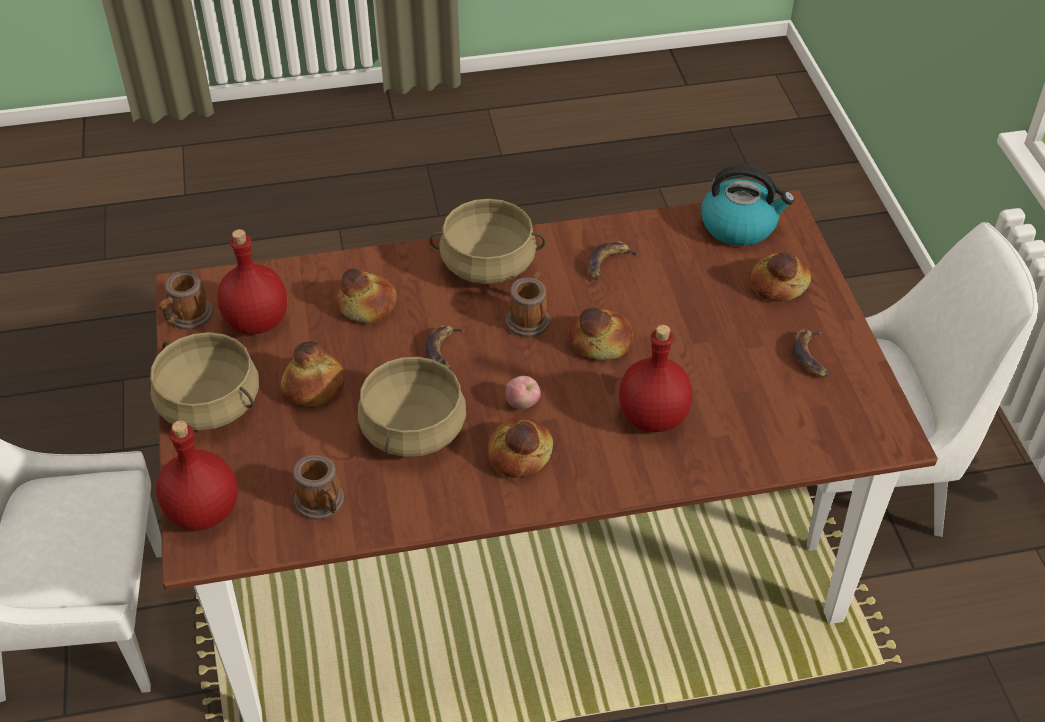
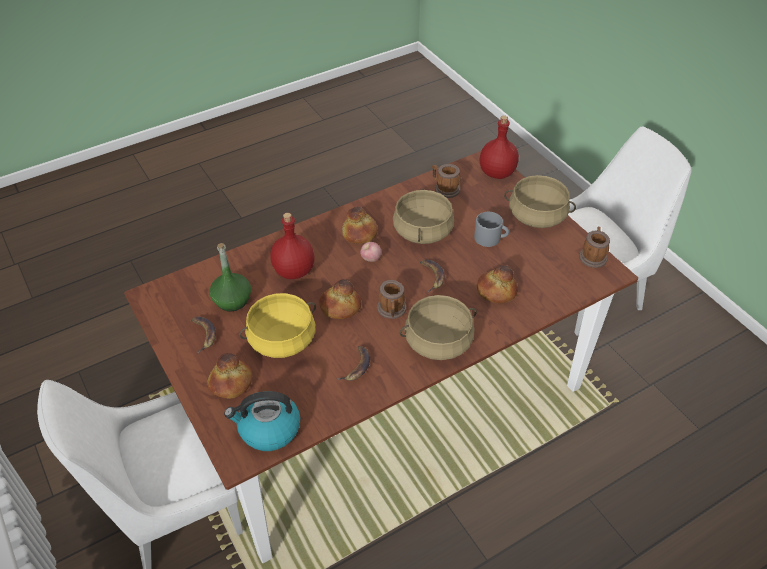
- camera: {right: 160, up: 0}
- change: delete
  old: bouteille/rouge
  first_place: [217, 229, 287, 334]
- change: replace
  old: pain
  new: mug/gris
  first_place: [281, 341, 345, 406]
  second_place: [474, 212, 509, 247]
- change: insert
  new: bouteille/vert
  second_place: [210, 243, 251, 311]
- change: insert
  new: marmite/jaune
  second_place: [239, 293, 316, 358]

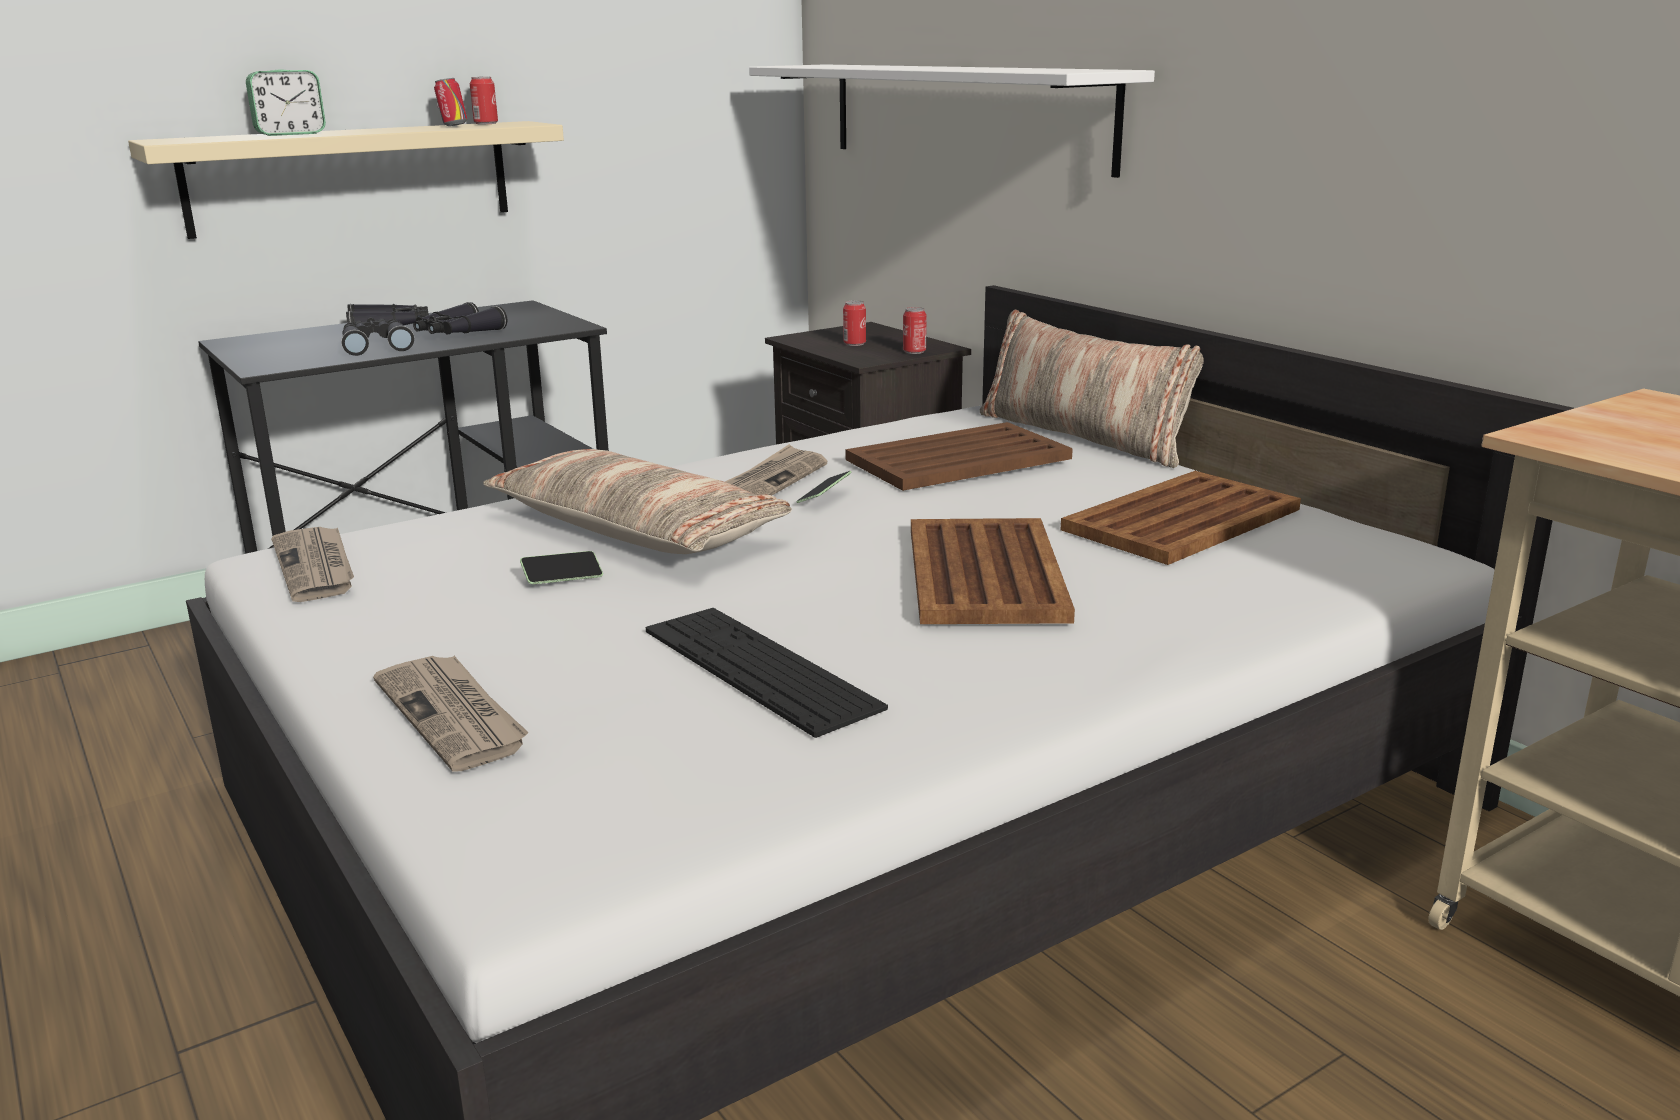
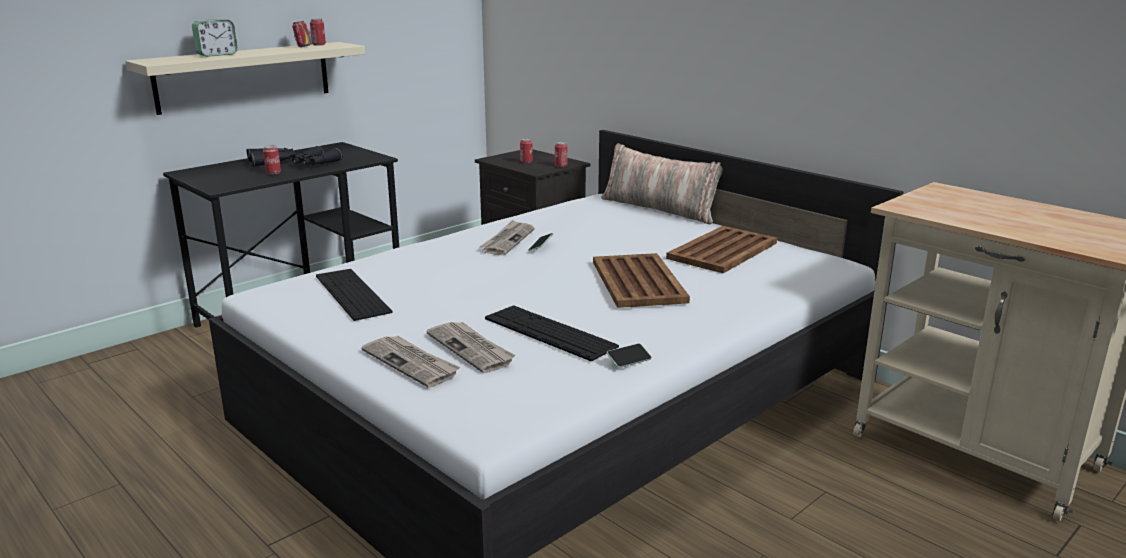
- camera: {right: -10, up: 0}
- change: move
  old: journal
  first_place: [271, 527, 354, 602]
  second_place: [426, 322, 516, 373]
- change: replace
  old: jumelles/noir
  new: boîte métallique
  first_place: [341, 317, 414, 356]
  second_place: [263, 145, 281, 175]
- change: delete
  old: coussin
  first_place: [483, 449, 792, 554]
- change: move
  old: téléphone
  first_place: [520, 551, 603, 584]
  second_place: [606, 343, 652, 368]
- change: delete
  old: étagère/blanc
  first_place: [749, 64, 1155, 178]
- change: delete
  old: plateau/marron
  first_place: [846, 422, 1073, 491]
- change: insert
  new: clavier
  second_place: [316, 269, 393, 321]

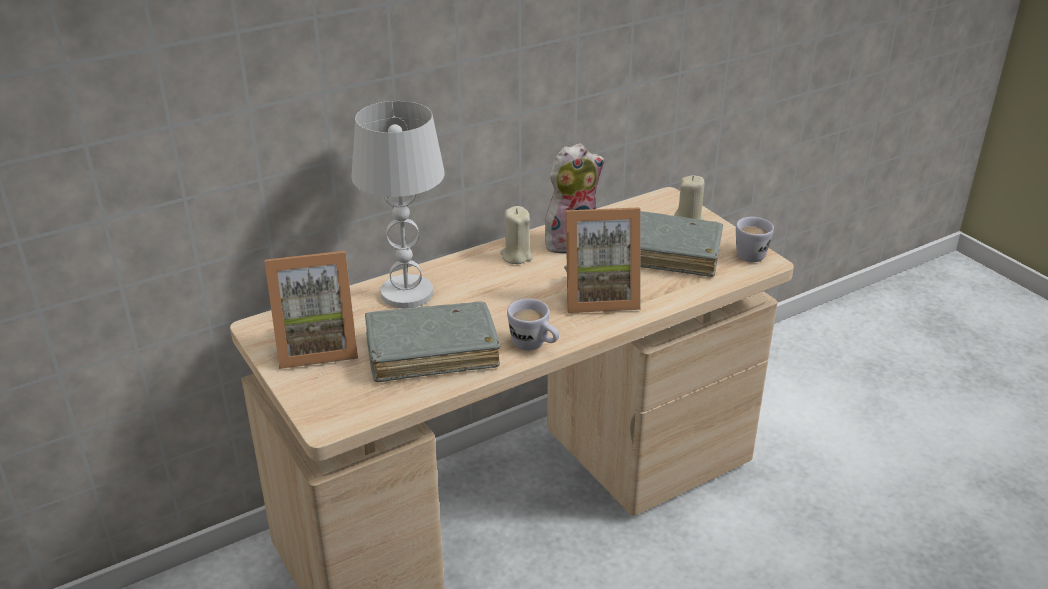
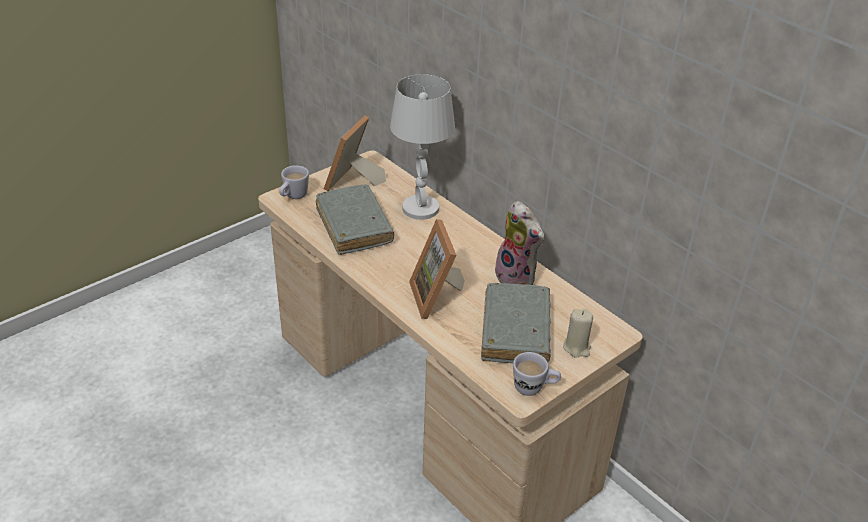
- camera: {right: 80, up: 5}
- change: rotate
  old: cadre photo
  first_place: [265, 251, 358, 369]
  second_place: [324, 115, 386, 191]
  degrees: 45
- change: delete
  old: bougie/beige
  first_place: [500, 206, 533, 264]
- change: move
  old: mug/blanc
  first_place: [507, 299, 559, 350]
  second_place: [279, 165, 309, 199]

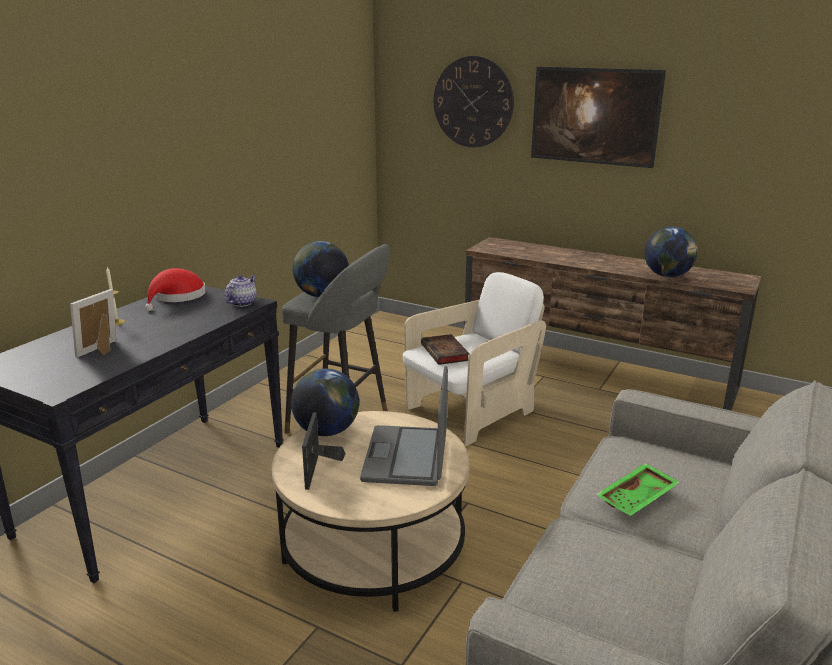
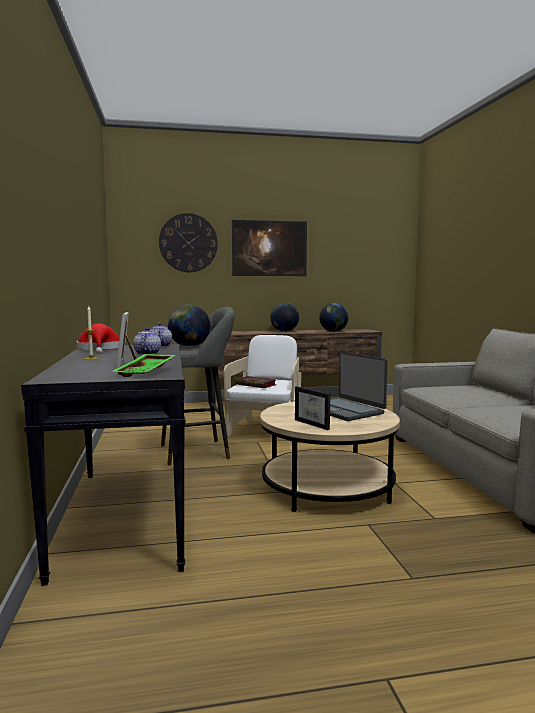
- camera: {right: -40, up: -15}
- change: move
  old: globe
  first_place: [291, 369, 359, 436]
  second_place: [270, 303, 299, 332]
- change: move
  old: plateau/vert
  first_place: [596, 463, 680, 516]
  second_place: [112, 354, 175, 377]
- change: insert
  new: théière
  second_place: [133, 327, 161, 355]

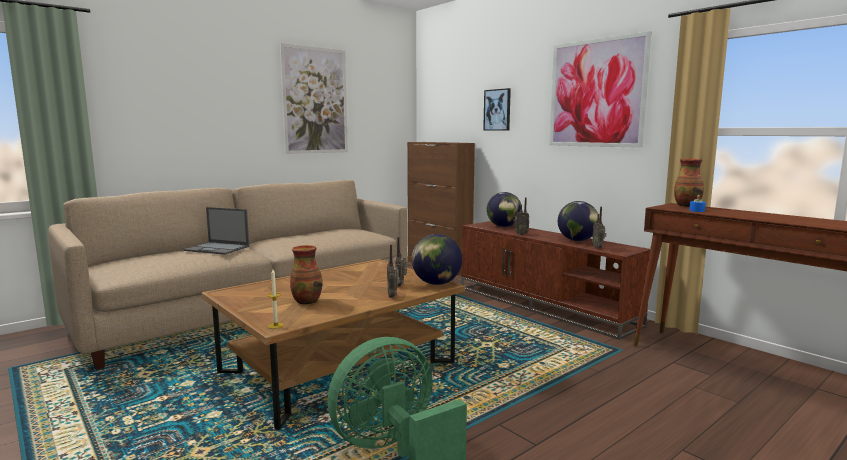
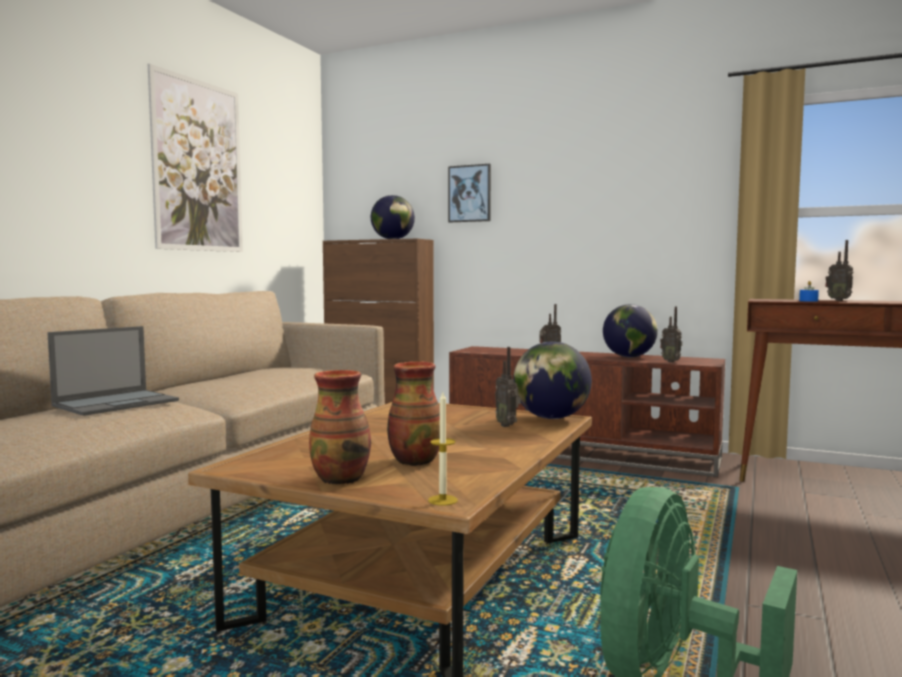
- camera: {right: -25, up: -5}
- change: rotate
  old: ordinateur portable
  first_place: [183, 207, 249, 255]
  second_place: [47, 326, 179, 416]
  degrees: -45
- change: move
  old: radio
  first_place: [387, 245, 400, 298]
  second_place: [825, 240, 853, 301]
- change: move
  old: globe
  first_place: [487, 192, 521, 227]
  second_place: [371, 195, 415, 239]
- change: delete
  old: tableau
  first_place: [550, 31, 651, 148]
- change: move
  old: vase
  first_place: [674, 159, 704, 207]
  second_place: [309, 370, 371, 485]

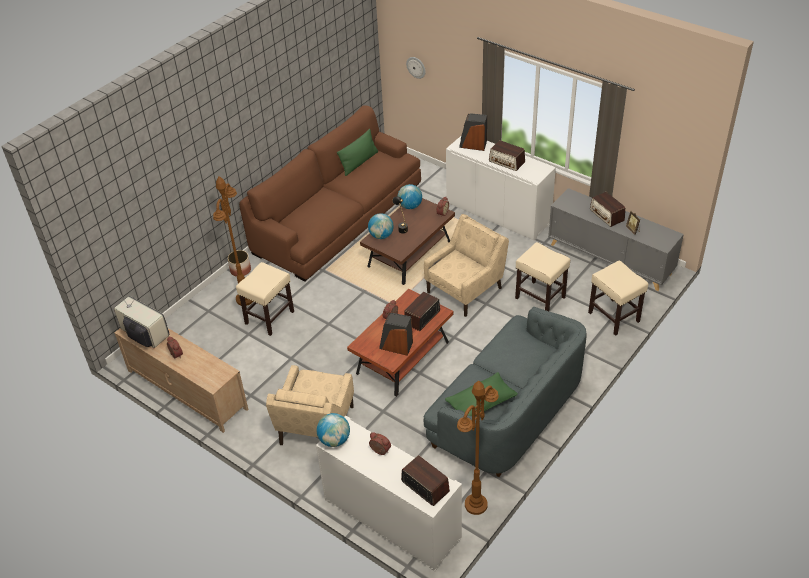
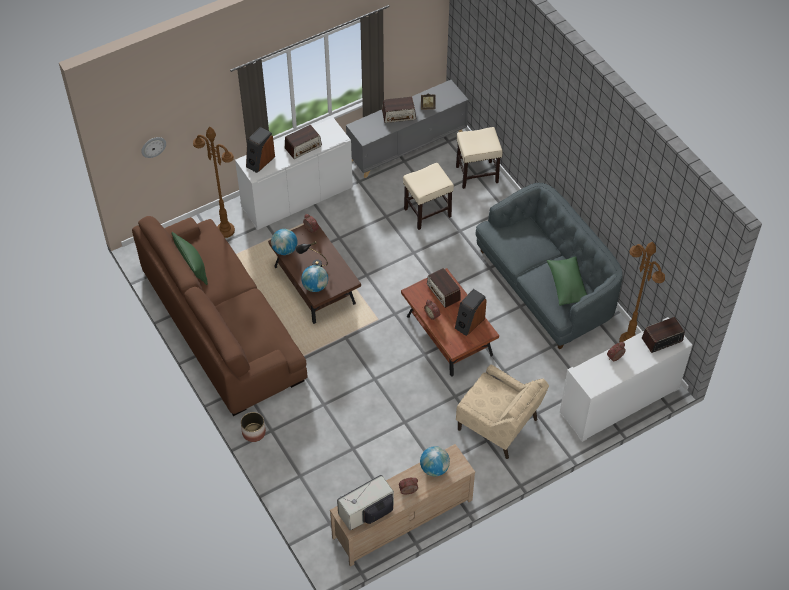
- camera: {right: -70, up: 10}
- change: move
  old: lampadaire/marron
  first_place: [213, 176, 253, 306]
  second_place: [193, 127, 235, 238]
- change: delete
  old: tabouret/beige
  first_place: [236, 262, 294, 336]
- change: move
  old: globe
  first_place: [316, 413, 350, 447]
  second_place: [420, 446, 450, 476]
- change: delete
  old: fauteuil/beige
  first_place: [424, 214, 509, 317]

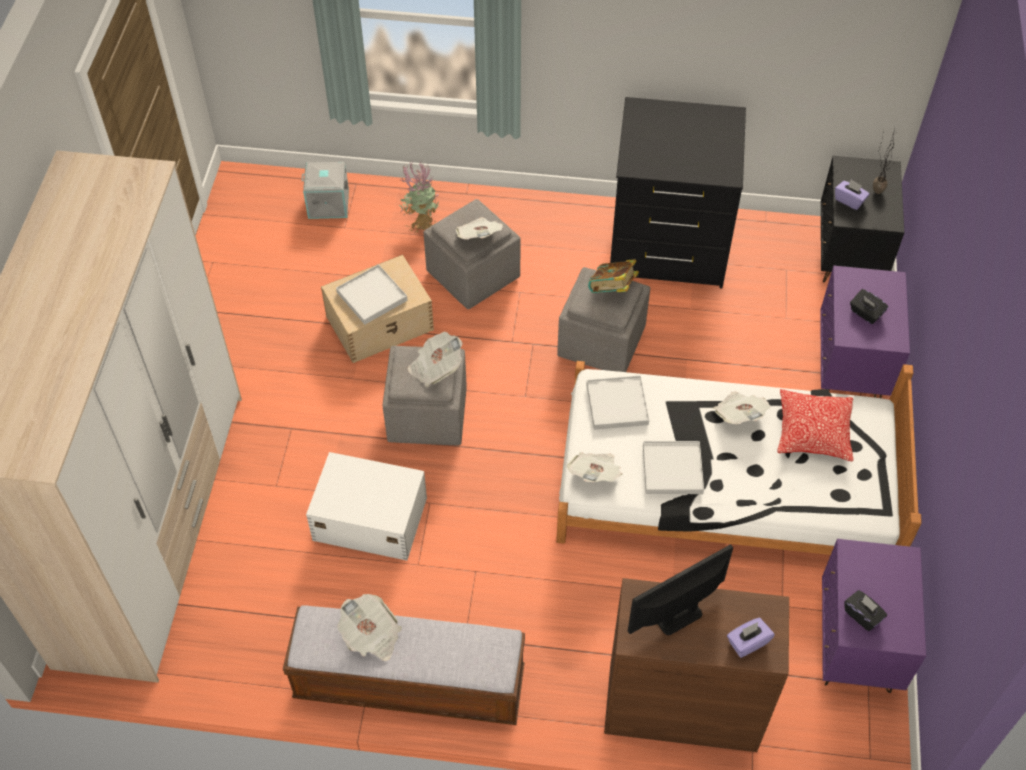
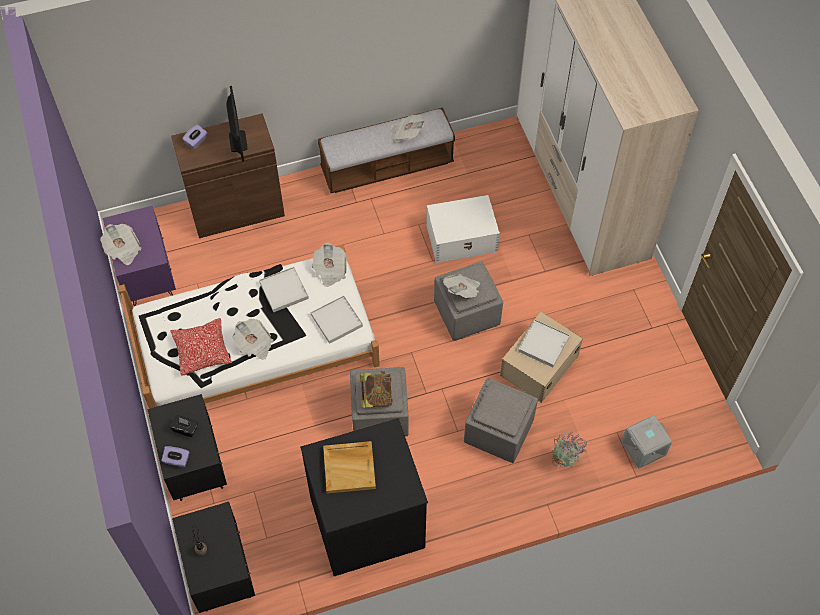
- camera: {right: 155, up: 5}
- change: move
  old: journal
  first_place: [456, 217, 503, 239]
  second_place: [100, 224, 142, 265]
- change: rotate
  old: écran d'ordinateur
  first_place: [628, 544, 733, 635]
  second_place: [226, 86, 248, 162]
  degrees: -45
- change: recolor
  old: table de chevet/violet
  new: table de chevet/noir
  first_place: [820, 265, 910, 398]
  second_place: [147, 394, 227, 501]
- change: move
  old: boîte à mouchoirs/violet
  first_place: [835, 180, 870, 210]
  second_place: [161, 446, 189, 467]
- change: delete
  old: boîte à mouchoirs/noir
  first_place: [845, 590, 887, 631]
- change: insert
  new: plateau/beige
  second_place: [323, 441, 376, 494]

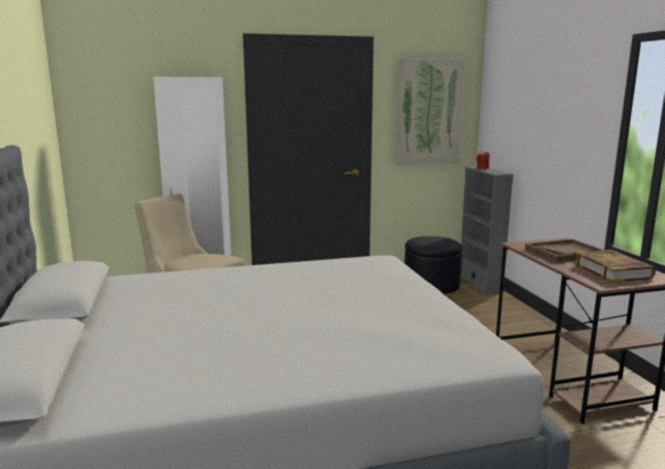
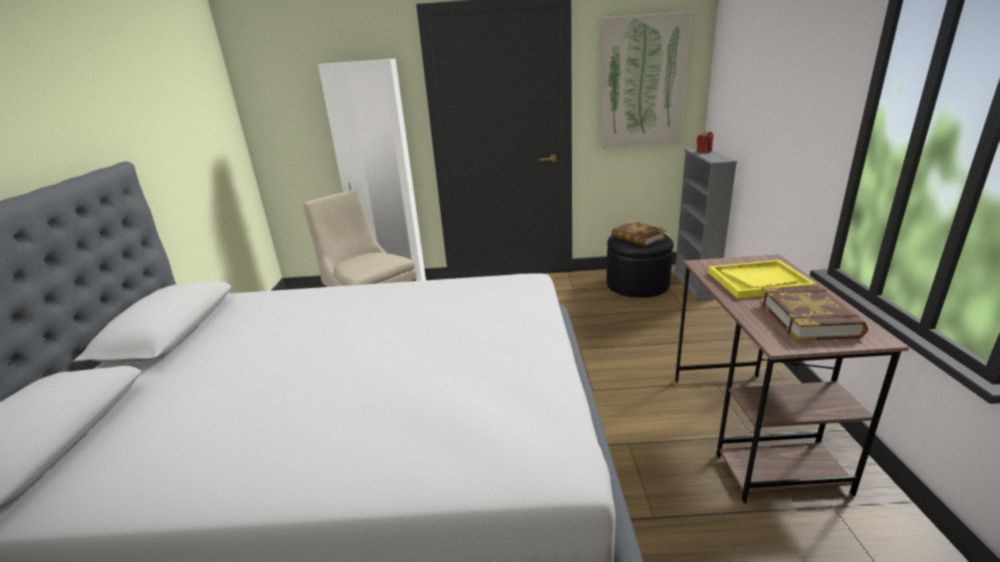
- camera: {right: 15, up: 10}
- change: recolor
  old: plateau/marron
  new: plateau/jaune
  first_place: [525, 239, 603, 262]
  second_place: [708, 260, 816, 299]
- change: insert
  new: livre
  second_place: [612, 221, 666, 247]

